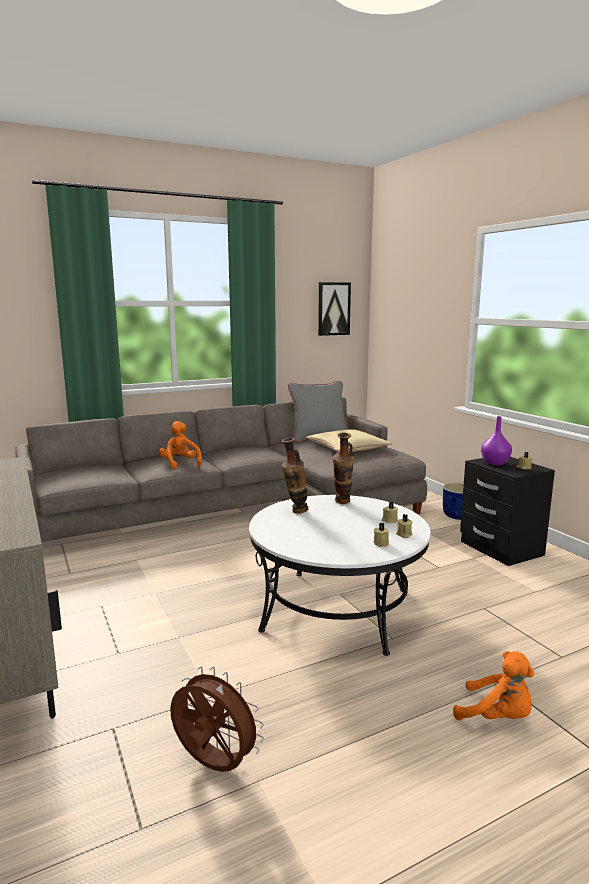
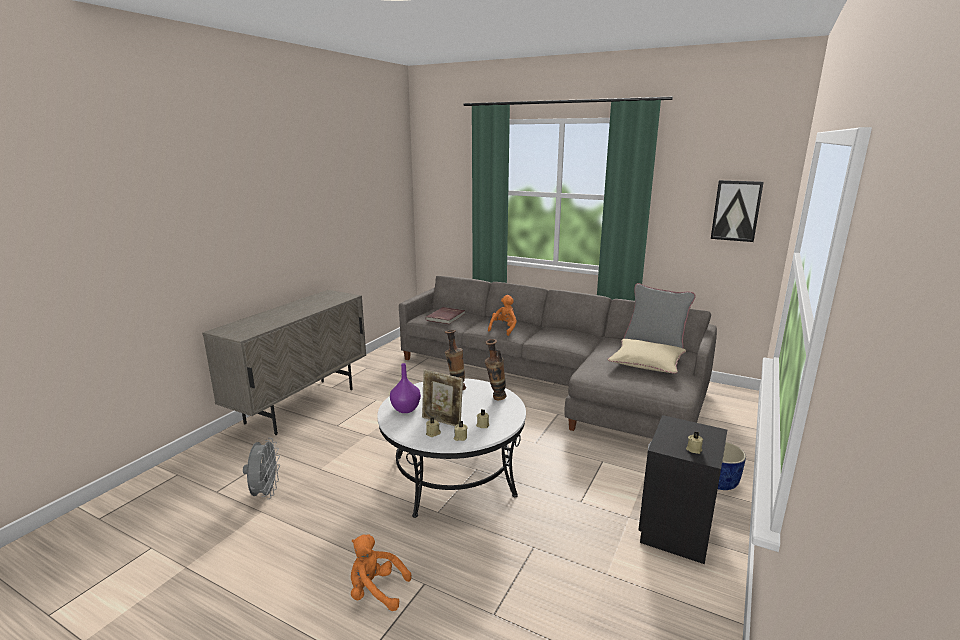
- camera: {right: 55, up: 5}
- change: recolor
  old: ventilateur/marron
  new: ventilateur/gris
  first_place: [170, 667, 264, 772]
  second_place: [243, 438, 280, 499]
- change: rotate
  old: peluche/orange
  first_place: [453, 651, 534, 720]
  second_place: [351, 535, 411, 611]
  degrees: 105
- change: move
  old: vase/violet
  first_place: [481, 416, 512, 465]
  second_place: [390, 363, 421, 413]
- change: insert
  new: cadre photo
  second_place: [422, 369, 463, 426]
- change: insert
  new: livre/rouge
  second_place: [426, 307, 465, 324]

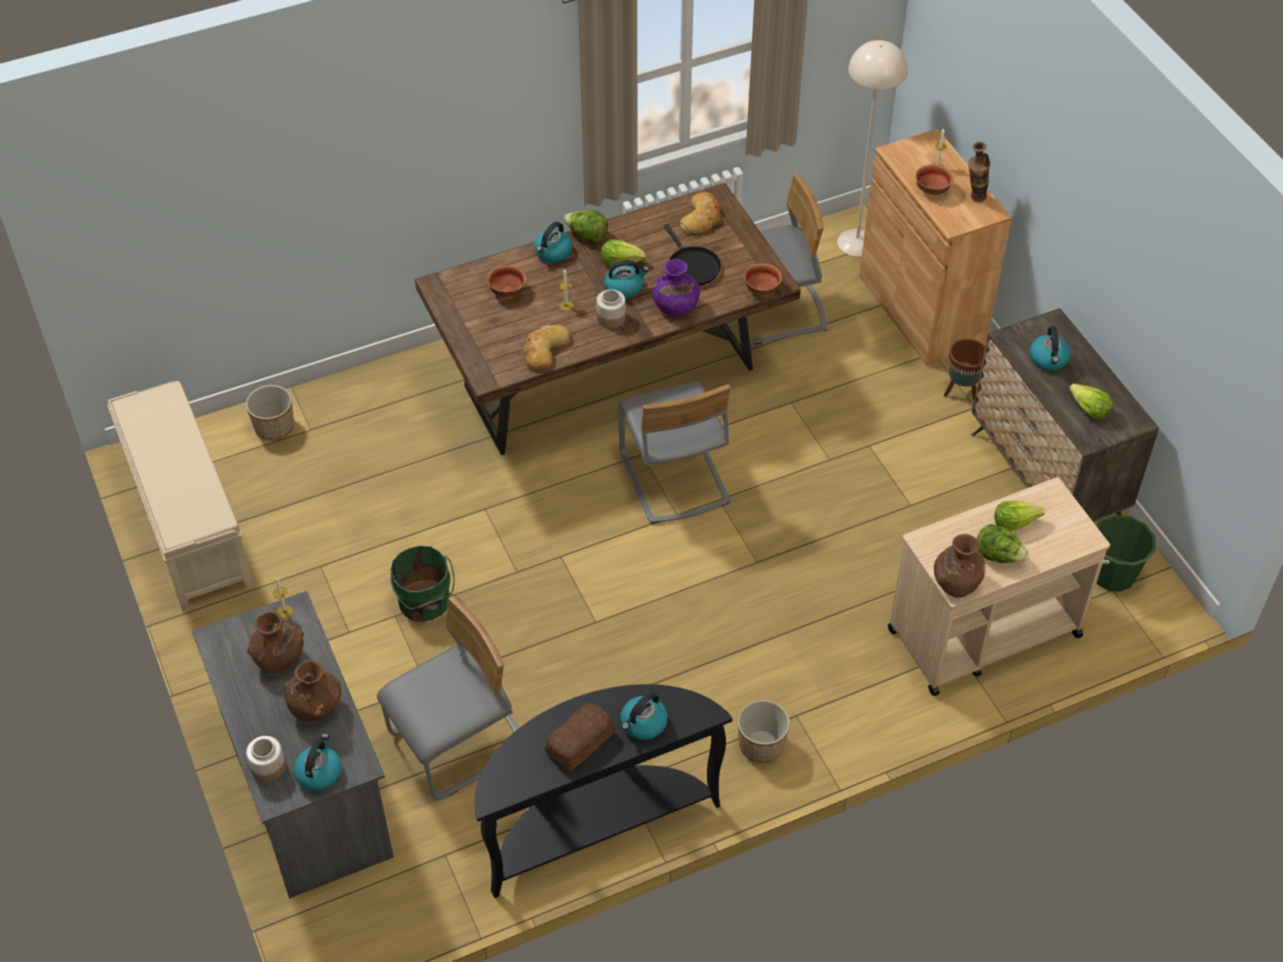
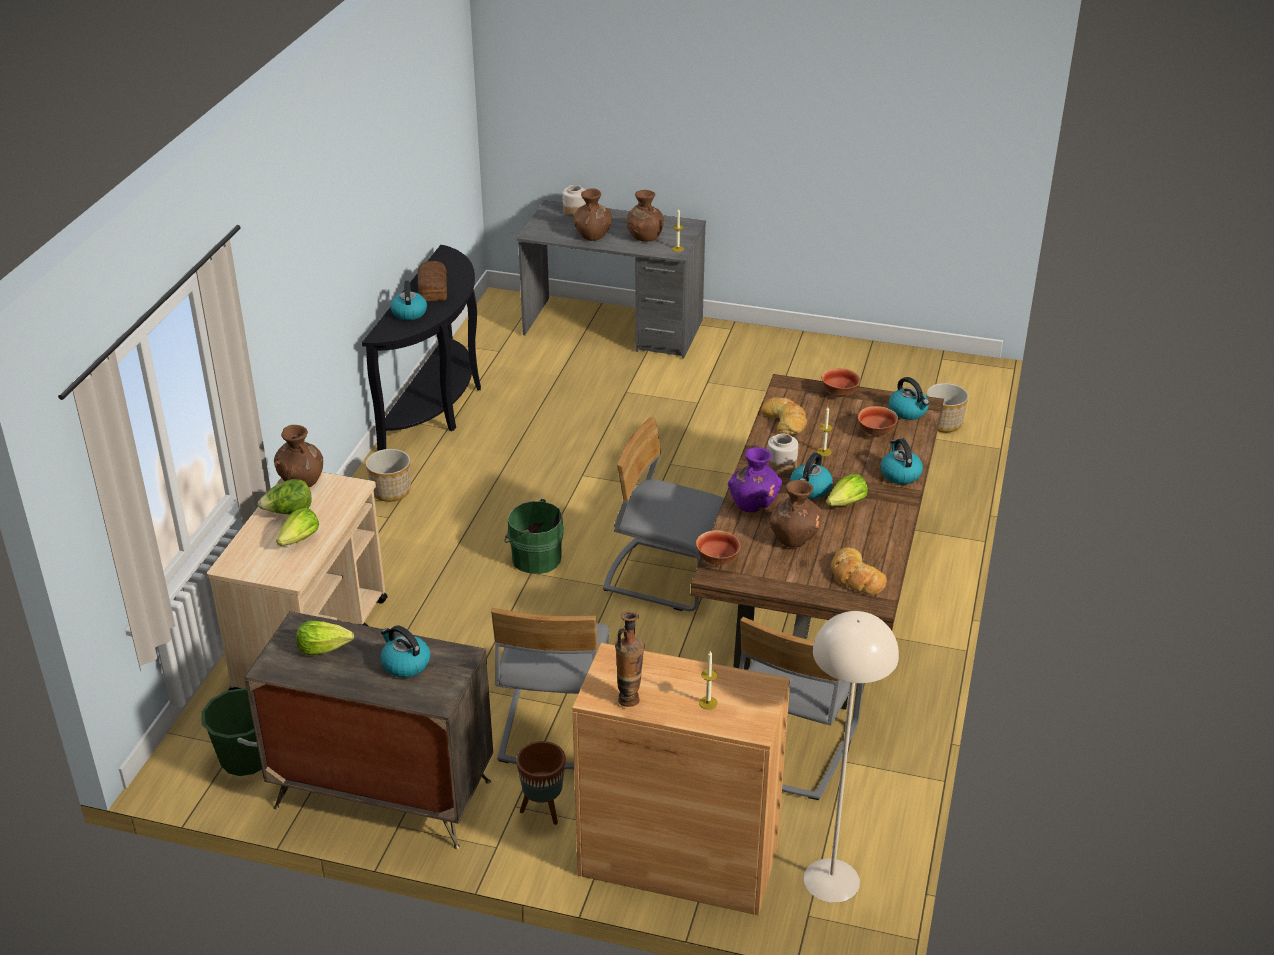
- camera: {right: 130, up: -15}
- change: delete
  old: banc/beige
  first_place: [107, 381, 254, 612]
- change: move
  old: bouilloire
  first_place: [293, 734, 342, 791]
  second_place: [889, 377, 929, 420]
- change: move
  old: chaise/gris
  first_place: [377, 596, 519, 800]
  second_place: [491, 608, 610, 769]
- change: move
  old: seau/vert
  first_place: [390, 546, 455, 622]
  second_place: [504, 499, 564, 574]
- change: delete
  old: laitue
  first_place: [564, 210, 608, 242]
- change: replace
  old: poêle/noir
  new: vase/marron
  first_place: [664, 224, 721, 286]
  second_place: [770, 480, 822, 548]
- change: move
  old: bol
  first_place: [915, 164, 953, 195]
  second_place: [821, 368, 861, 397]

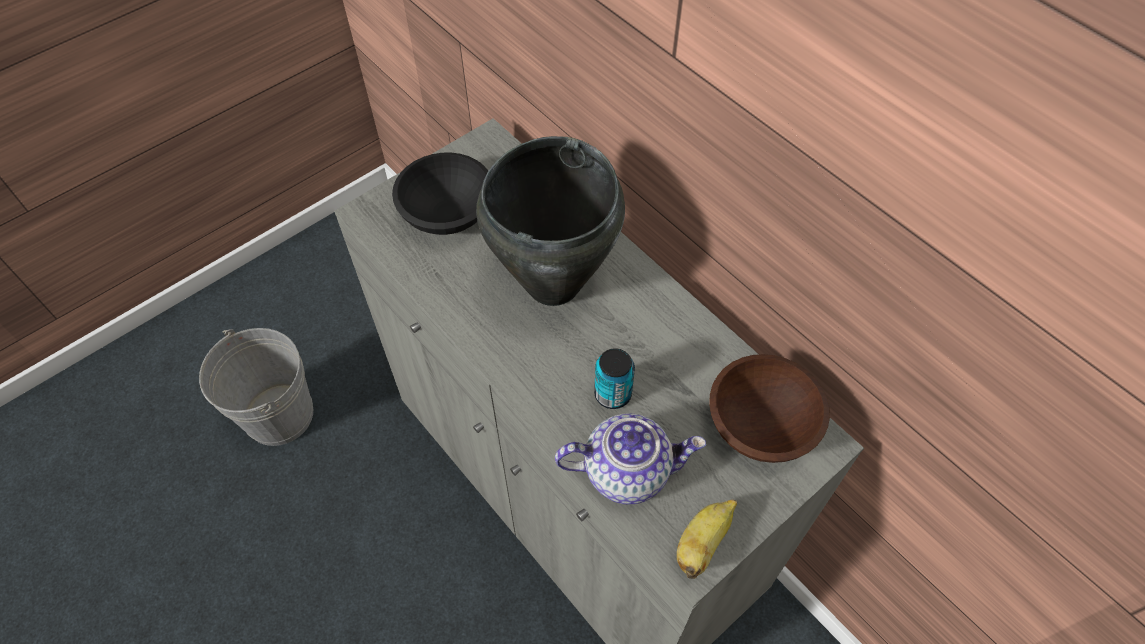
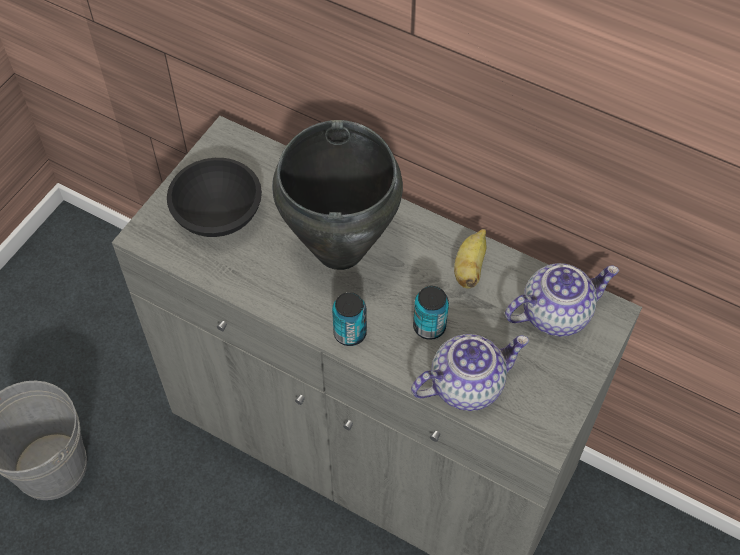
- camera: {right: -20, up: 0}
- change: move
  old: banane
  first_place: [677, 499, 737, 579]
  second_place: [454, 229, 486, 289]
- change: replace
  old: bol/marron
  new: théière
  first_place: [709, 354, 830, 463]
  second_place: [505, 263, 619, 337]
- change: insert
  new: boîte métallique
  second_place: [332, 292, 367, 346]

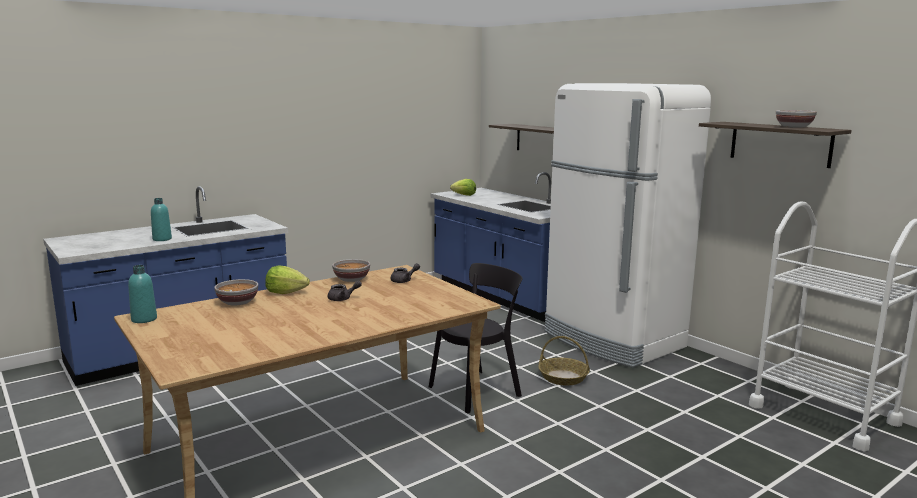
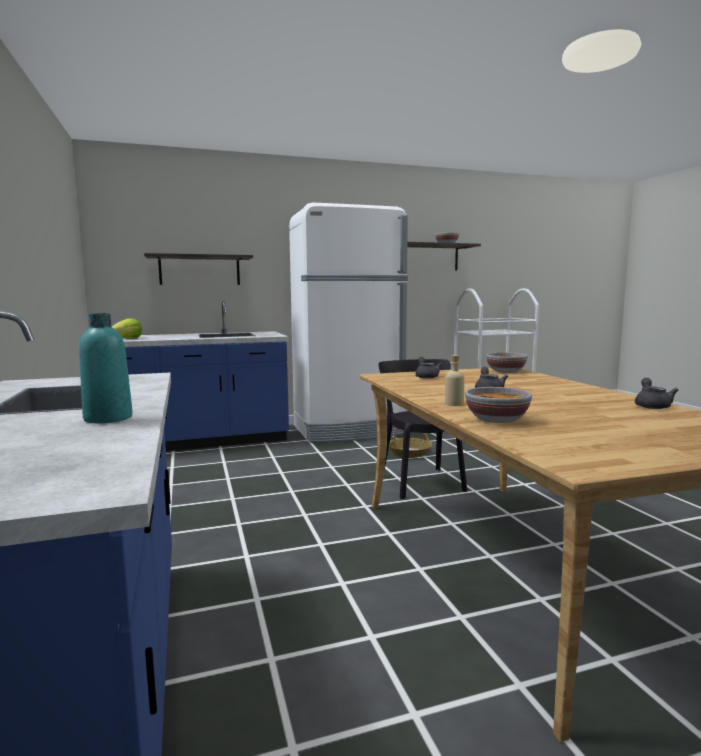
- camera: {right: -70, up: -5}
- change: delete
  old: bouteille/turquoise
  first_place: [128, 265, 157, 323]
- change: replace
  old: laitue
  new: bouteille/beige
  first_place: [266, 266, 310, 294]
  second_place: [445, 355, 464, 406]
- change: move
  old: bol
  first_place: [332, 259, 370, 282]
  second_place: [486, 352, 528, 373]
- change: insert
  new: théière/gris
  second_place: [635, 378, 678, 409]

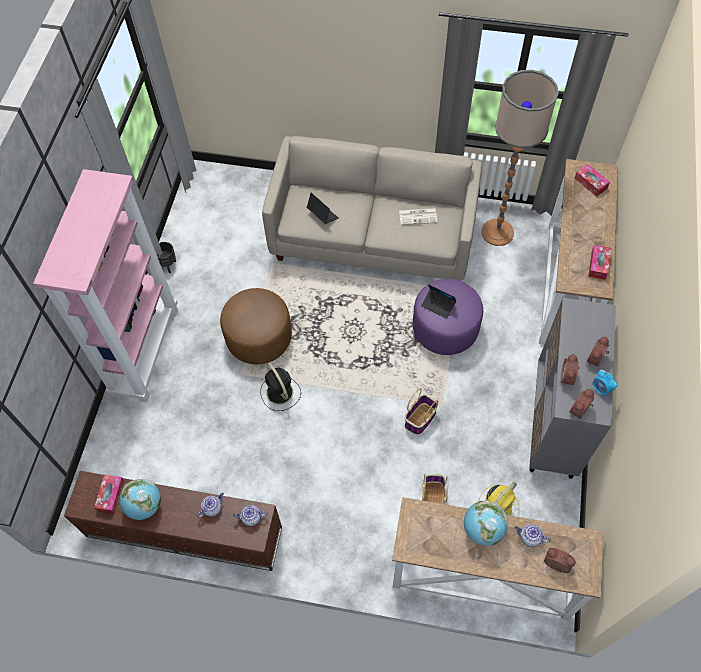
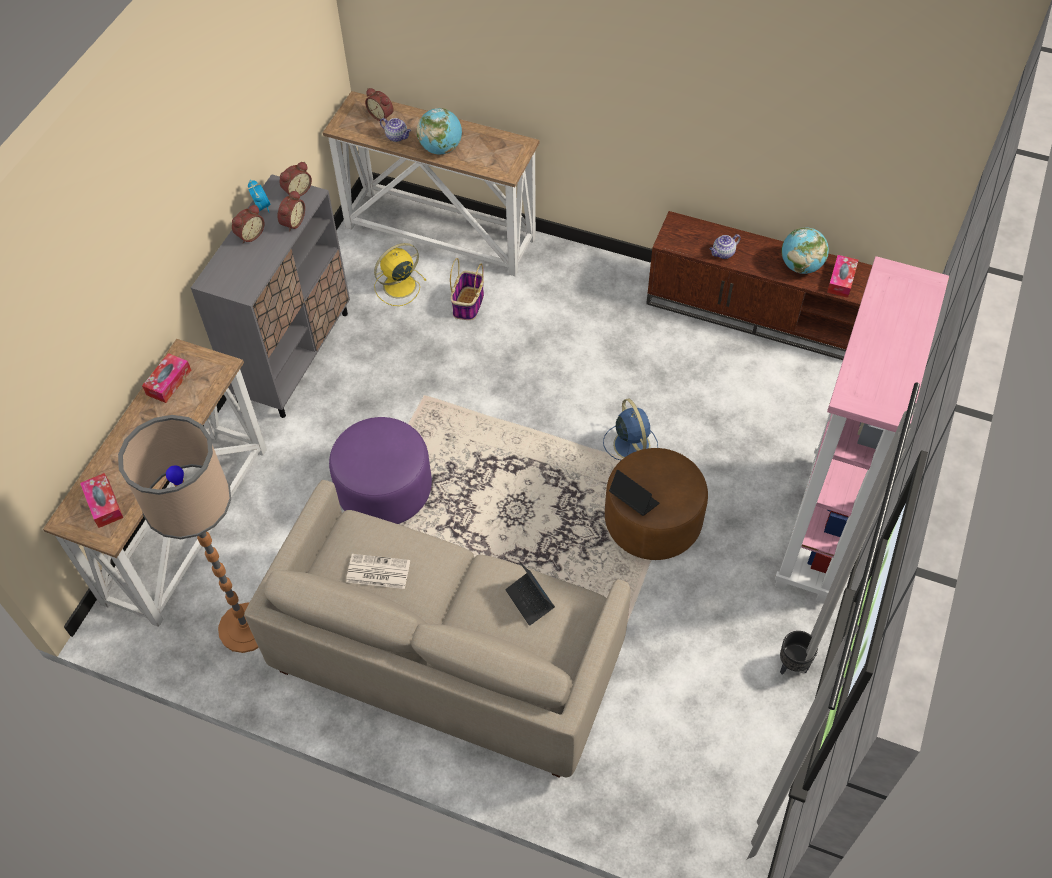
- camera: {right: -170, up: -5}
- change: delete
  old: théière
  first_place: [233, 505, 268, 526]
- change: recolor
  old: ventilateur/noir
  new: ventilateur/bleu
  first_place: [260, 363, 301, 411]
  second_place: [603, 398, 658, 460]
- change: delete
  old: panier
  first_place: [405, 388, 438, 435]
- change: move
  old: ordinateur portable
  first_place: [421, 284, 457, 319]
  second_place: [609, 470, 659, 516]

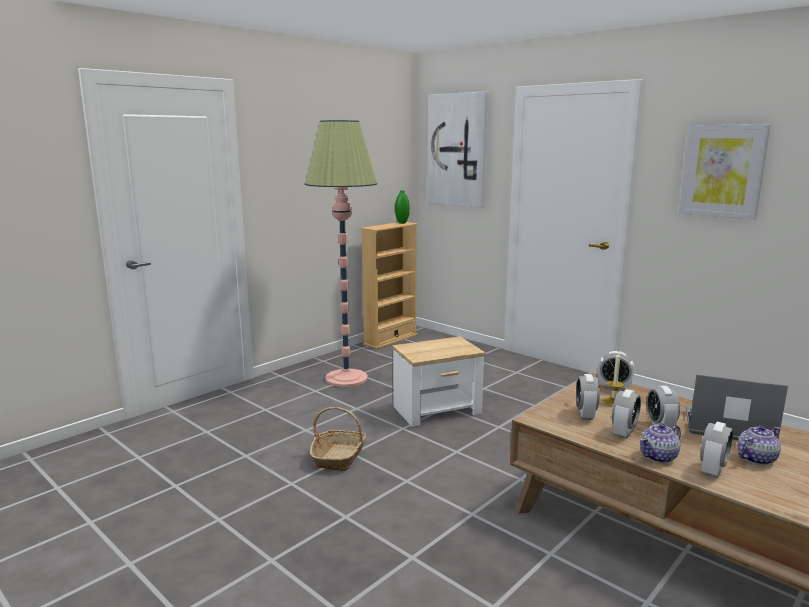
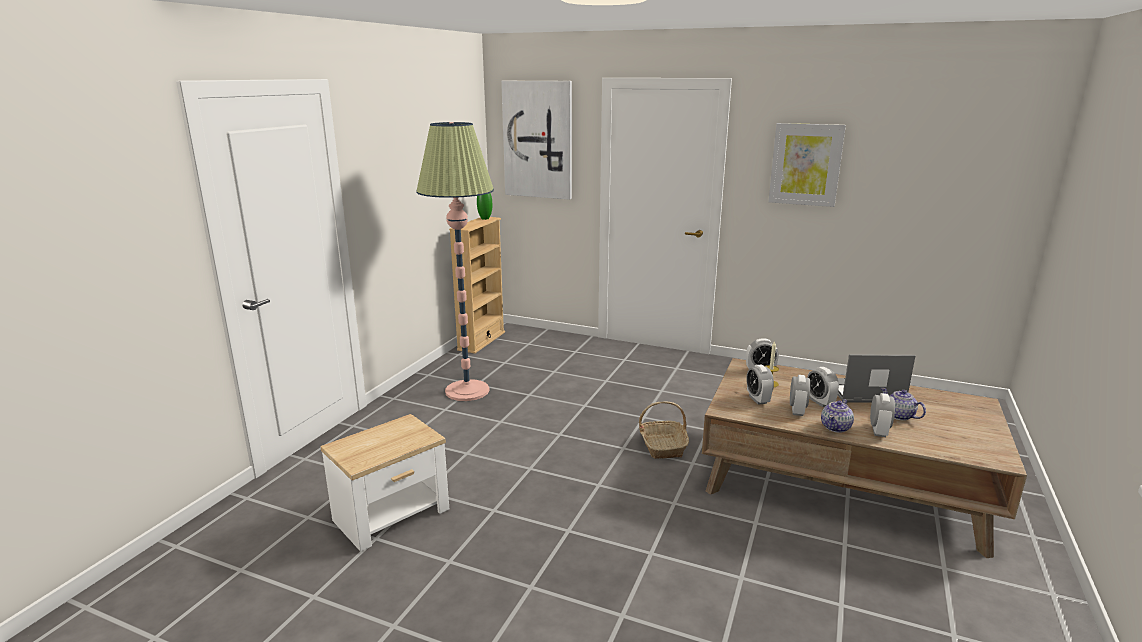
- camera: {right: -20, up: 5}
- change: move
  old: panier
  first_place: [310, 407, 366, 471]
  second_place: [639, 401, 689, 459]
- change: move
  old: table d'appoint
  first_place: [392, 336, 485, 427]
  second_place: [320, 414, 449, 552]
- change: rotate
  old: théière
  first_place: [737, 425, 781, 465]
  second_place: [881, 388, 926, 421]
  degrees: -75

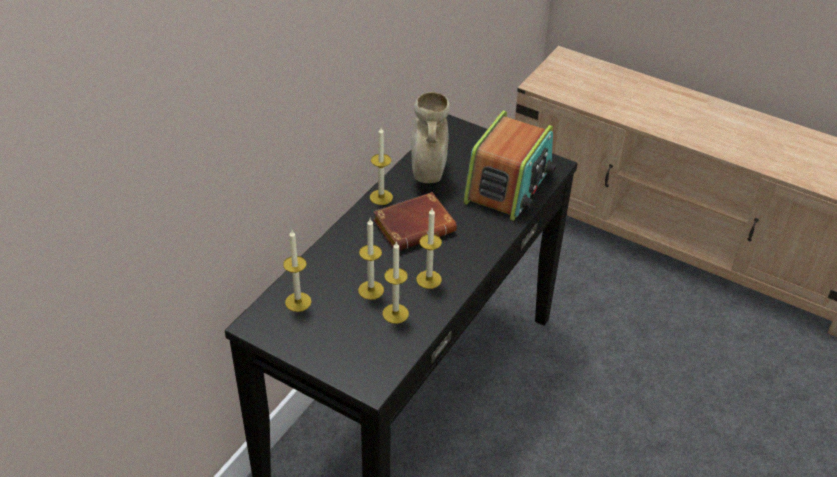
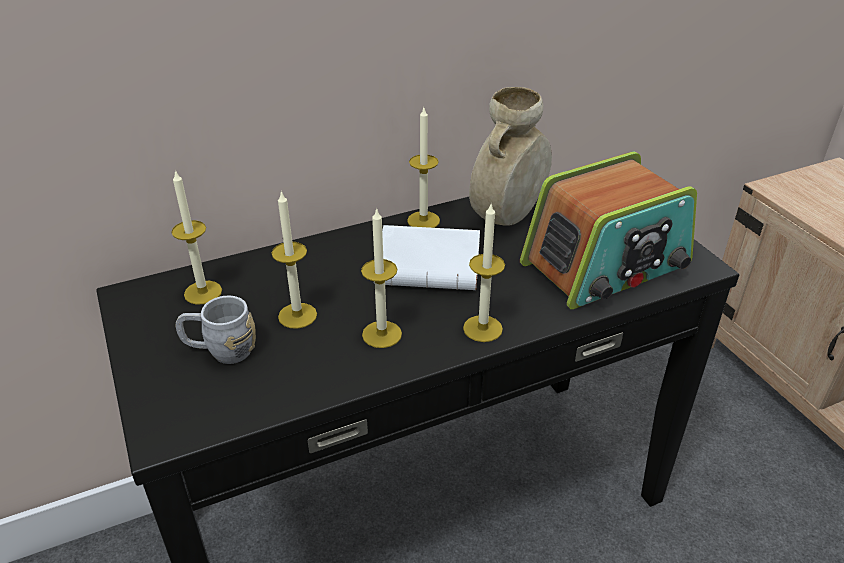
- camera: {right: 35, up: -5}
- change: recolor
  old: livre/marron
  new: livre/blanc
  first_place: [373, 192, 457, 251]
  second_place: [374, 225, 480, 290]
- change: move
  old: bougie
  first_place: [383, 241, 409, 324]
  second_place: [463, 204, 505, 342]
- change: insert
  new: mug/gris
  second_place: [176, 296, 256, 364]

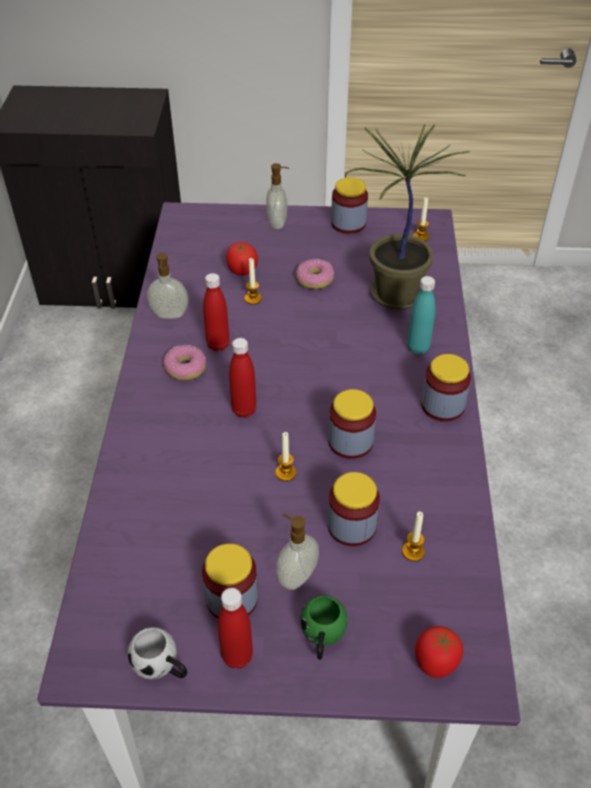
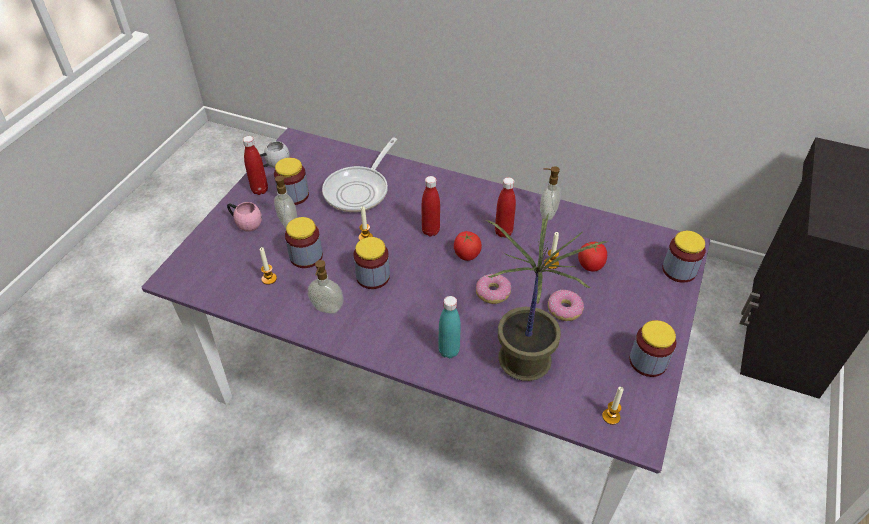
- camera: {right: 110, up: 0}
- change: move
  old: beignet
  first_place: [163, 345, 206, 380]
  second_place: [476, 274, 511, 304]
- change: move
  old: distributeur de savon
  first_place: [266, 163, 289, 229]
  second_place: [308, 260, 344, 314]
- change: recolor
  old: mug/vert
  new: mug/rose
  first_place: [301, 595, 348, 660]
  second_place: [227, 202, 262, 232]
- change: move
  old: tomate
  first_place: [415, 626, 463, 678]
  second_place: [454, 231, 482, 261]
- change: move
  old: bocal
  first_place: [421, 354, 471, 421]
  second_place: [662, 231, 706, 283]
- change: insert
  new: poêle
  second_place: [322, 138, 397, 212]

